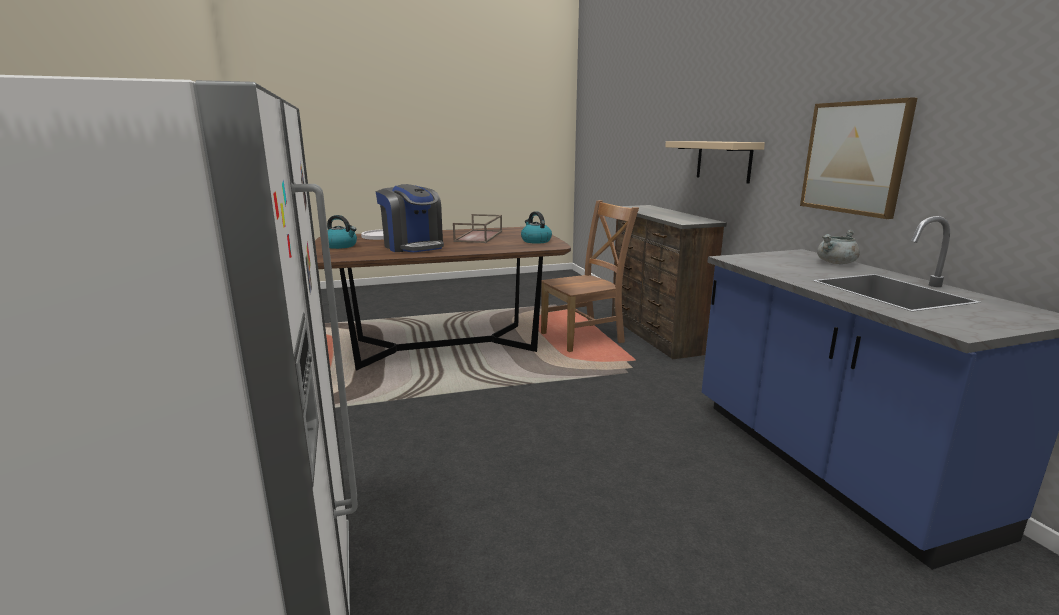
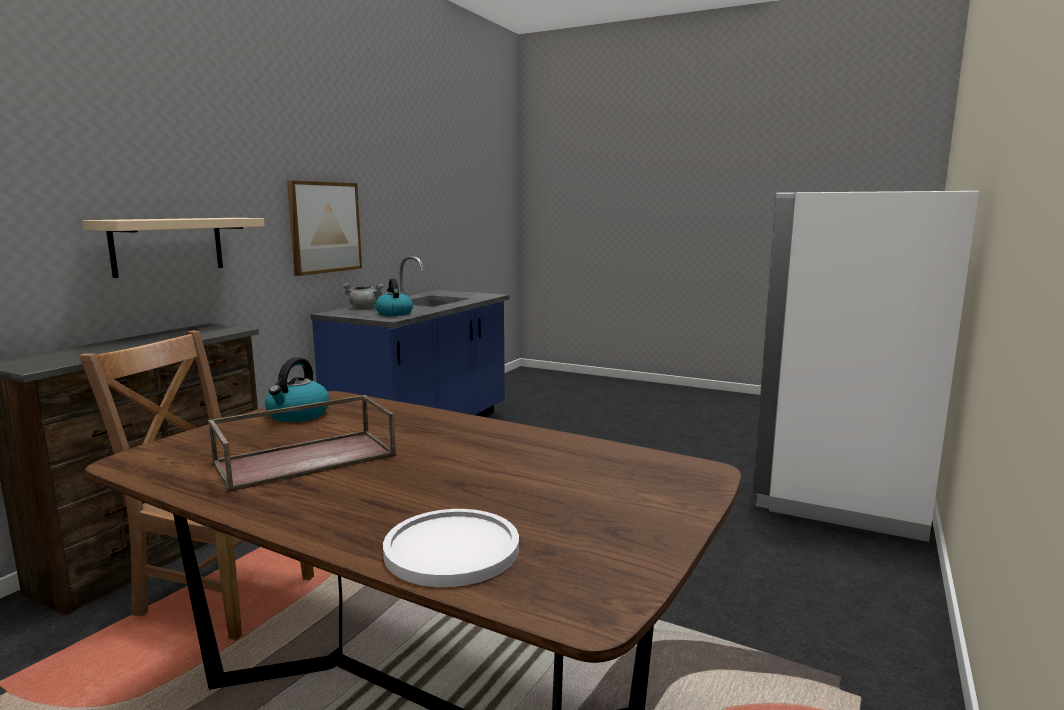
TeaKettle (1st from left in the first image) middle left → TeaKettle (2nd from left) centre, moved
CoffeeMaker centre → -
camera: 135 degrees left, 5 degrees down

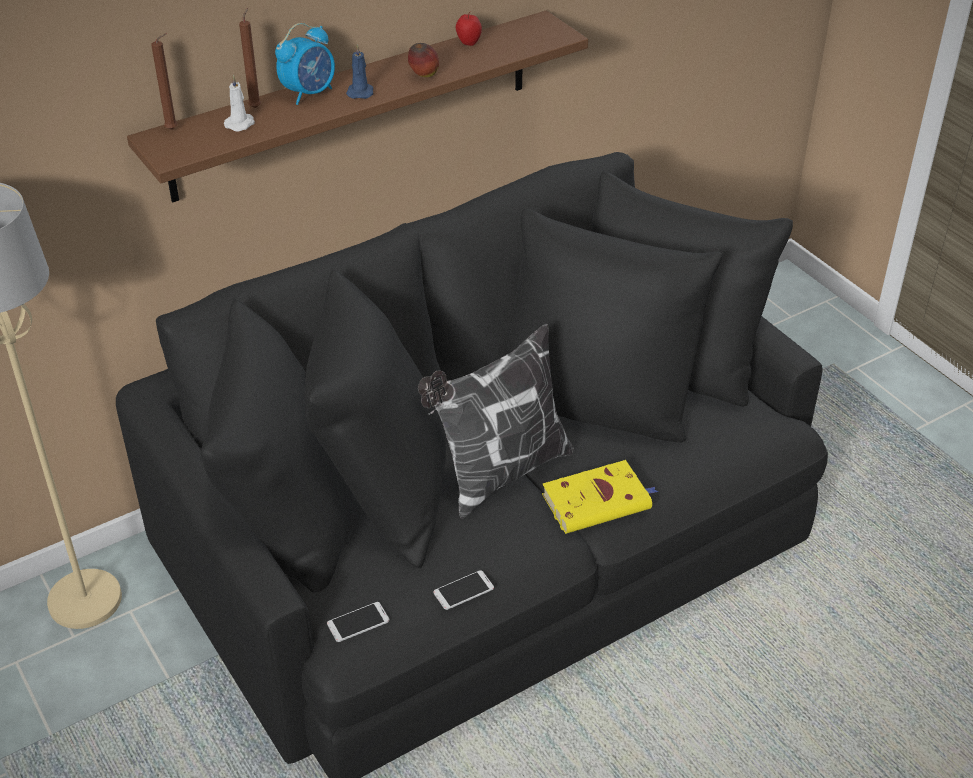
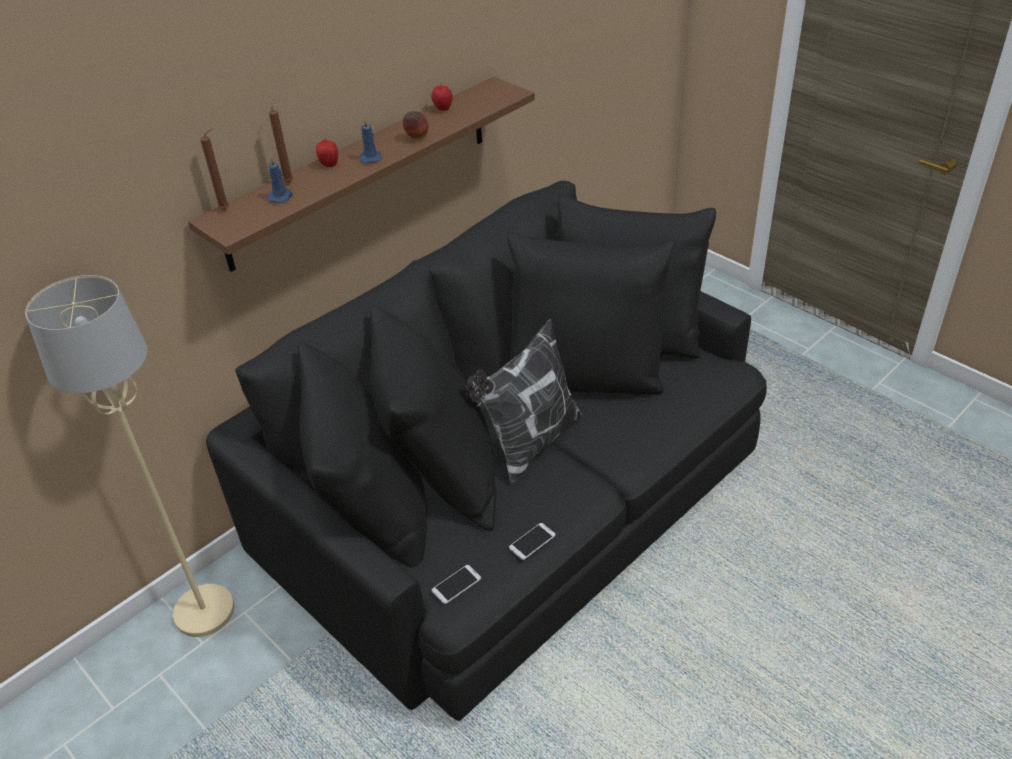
WhiteColouredCandle top left → BluishCandle (1st from left) top left
TableClock top left → Apple (1st from left) top left
YellowBoundBook centre → -
camera: 10 degrees left, 0 degrees up

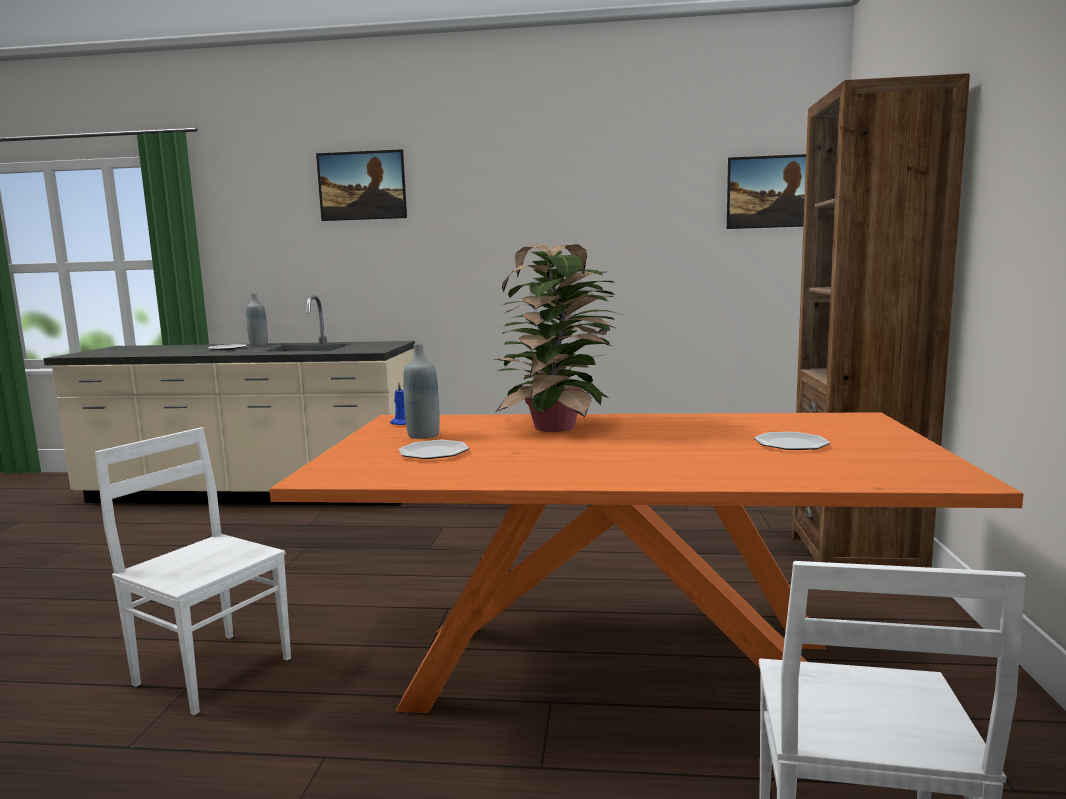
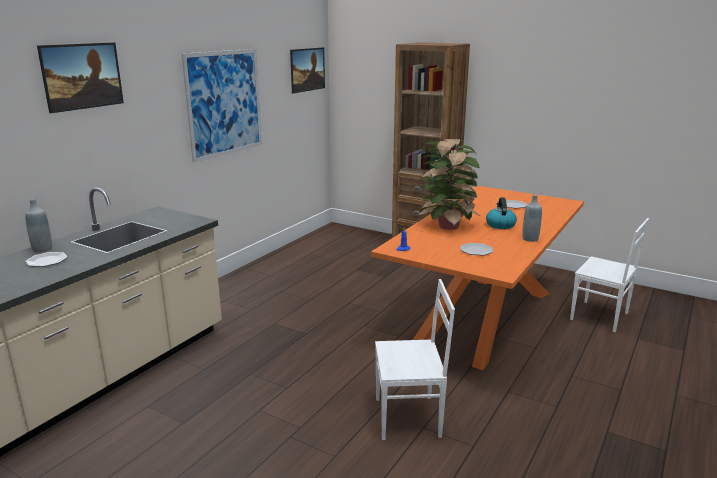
- → WallPicture (2nd from left) top left
WhiteColouredUprightChair (1st from left) bottom left → WhiteColouredUprightChair (1st from left) bottom centre, 150 degrees counterclockwise
- → TeaKettle middle right
GreyDrinkBottle (2nd from left) centre → GreyDrinkBottle (2nd from left) middle right, moved
camera: 65 degrees left, 10 degrees up

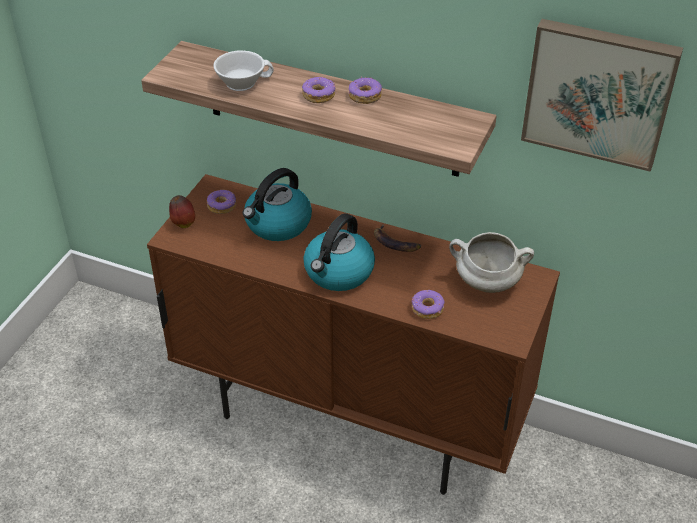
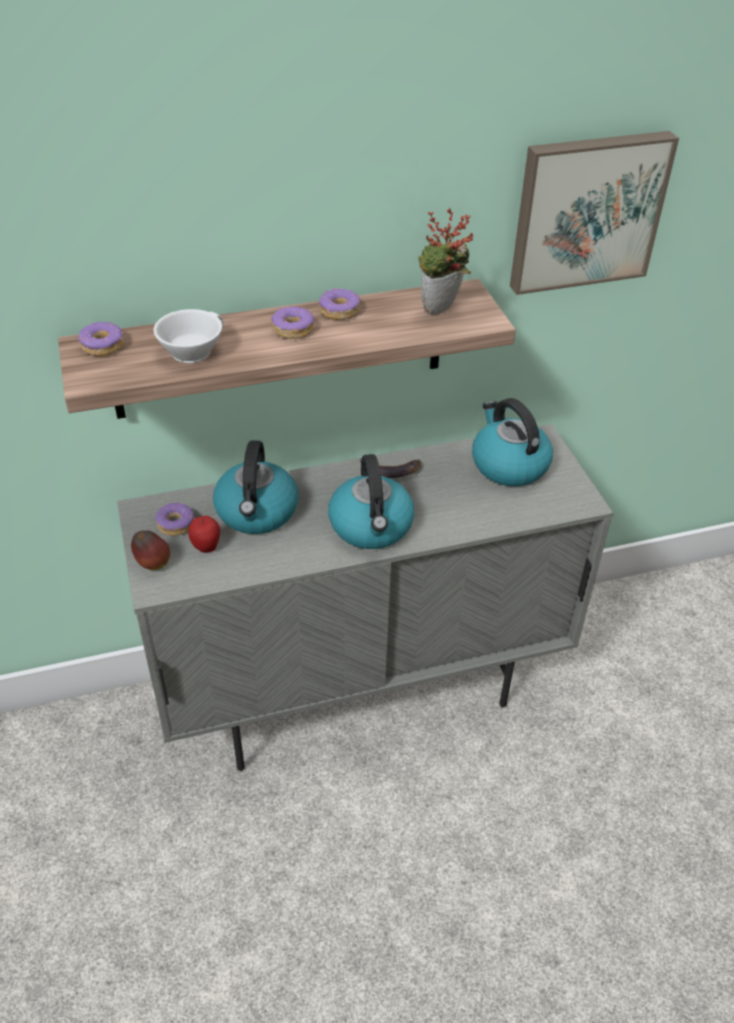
RingDoughnut (4th from left in the first image) centre → RingDoughnut (1st from left) top left, moved
BrownColouredStorageCabinet centre → GreyStorageCabinet centre
- → Apple (2nd from left) middle left
- → PlantInAPot top centre
WhiteColouredCookingPot middle right → TeaKettle (3rd from left) middle right
camera: 40 degrees left, 0 degrees up

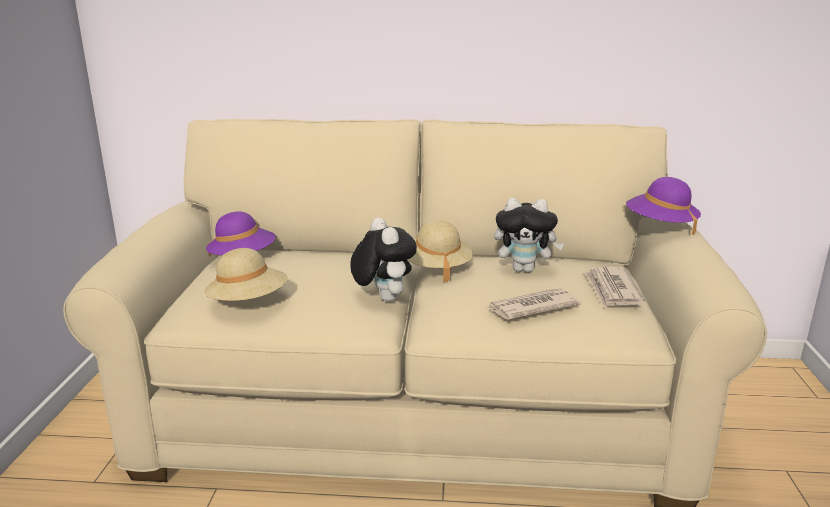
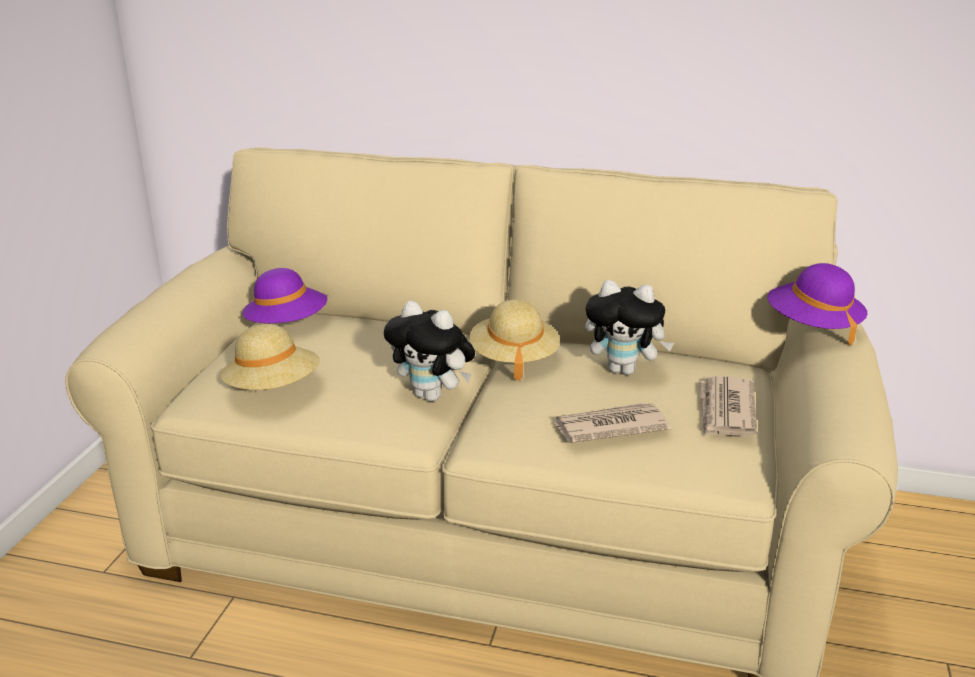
SoftToy (1st from left) centre, 135 degrees clockwise
camera: 10 degrees right, 5 degrees up

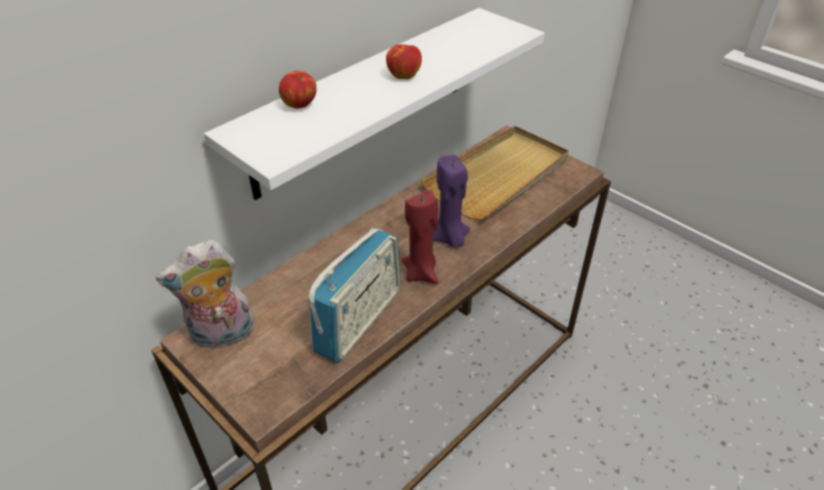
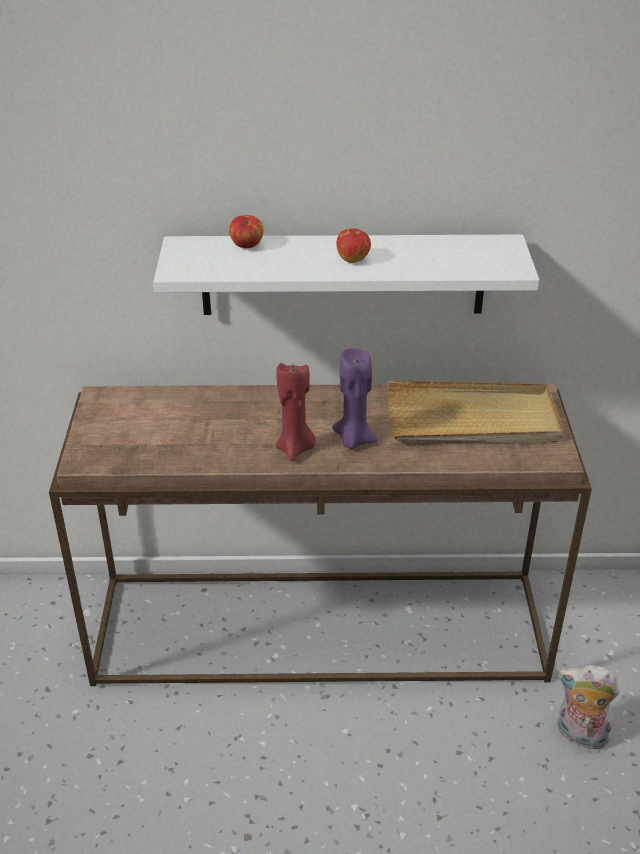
SoftToy middle left → SoftToy bottom right, moved
Radio centre → -
camera: 45 degrees right, 5 degrees down

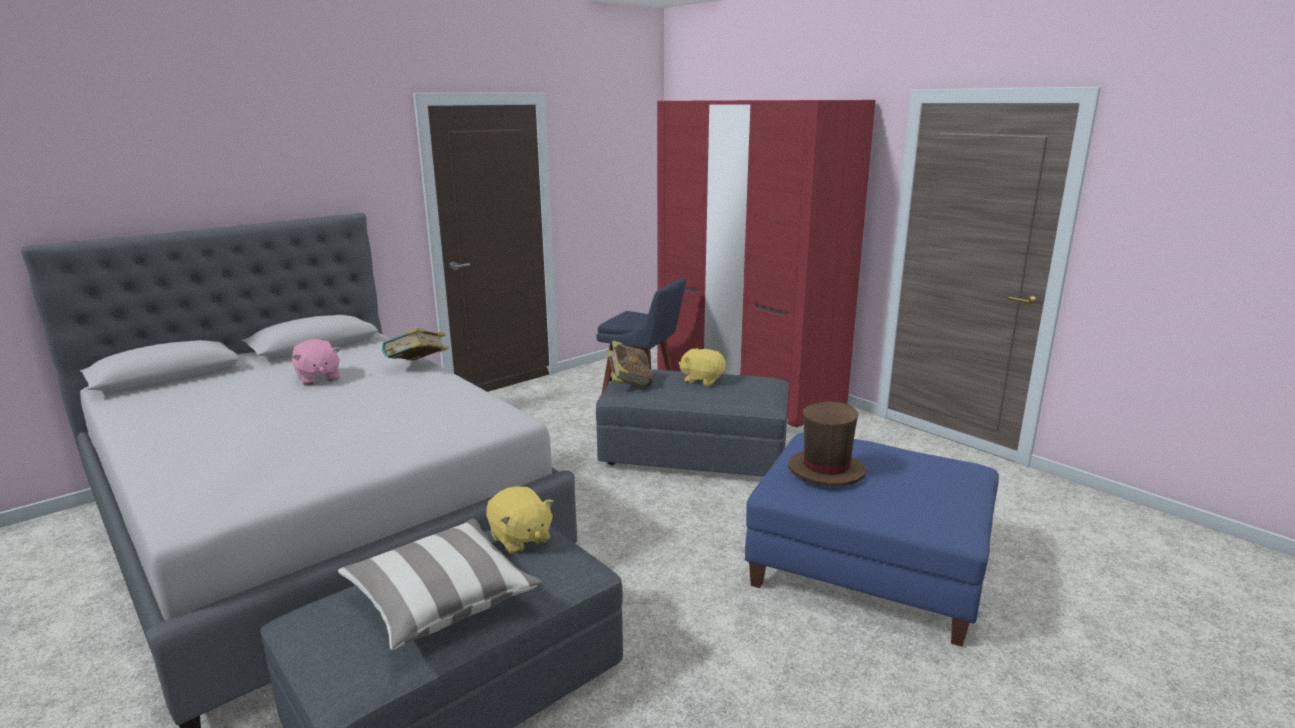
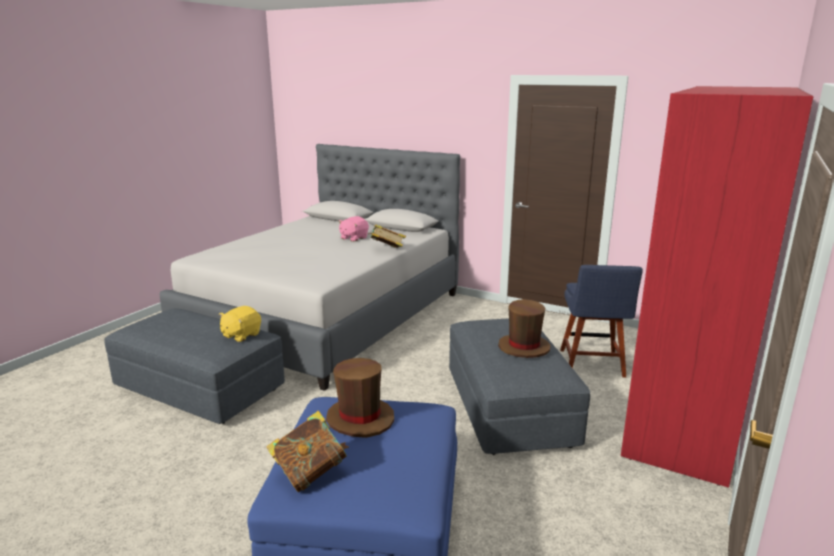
BoundBook (2nd from left in the first image) centre → BoundBook (1st from left) bottom centre, moved
YellowSoftToy (2nd from left) centre → BrownColouredClothingHat (2nd from left) centre
Cushion bottom centre → -
camera: 70 degrees right, 0 degrees up

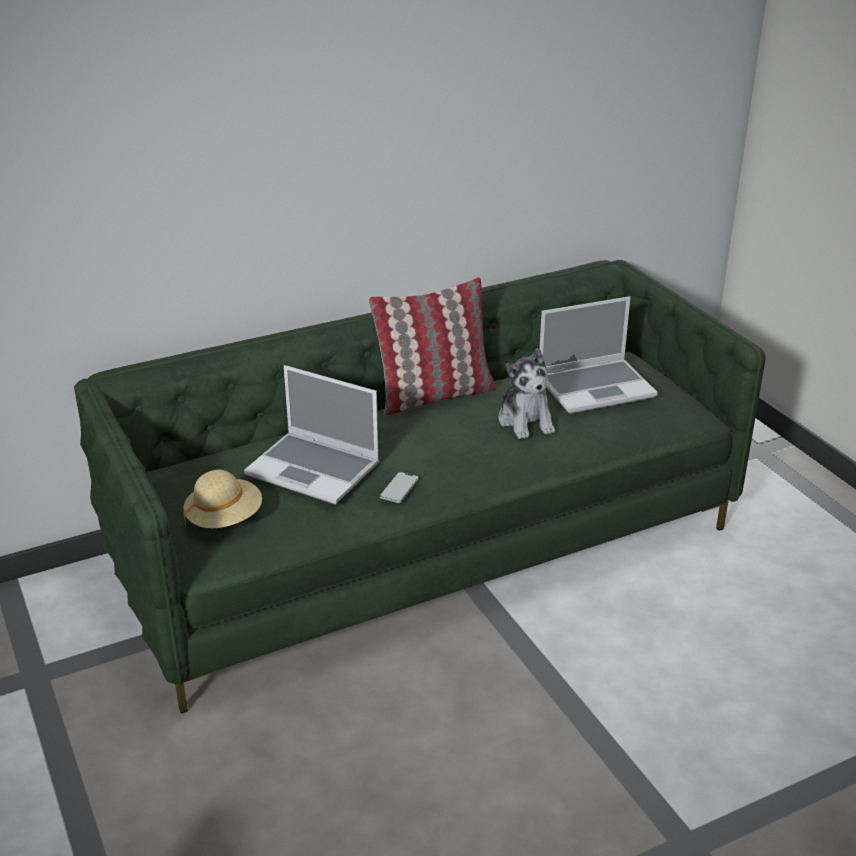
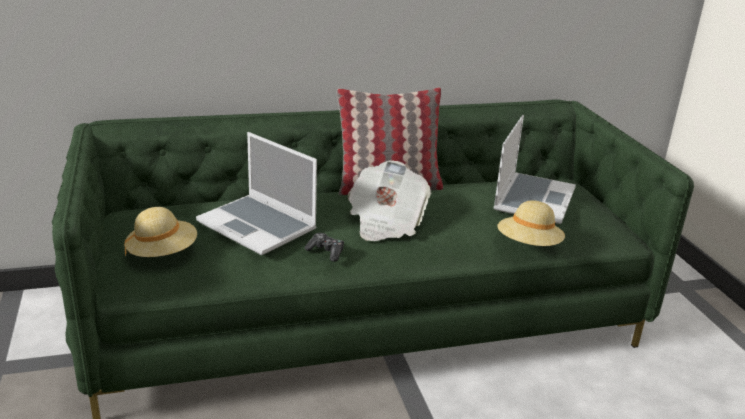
Phone centre → Gamepad centre
- → Newspaper centre
PortableComputer (2nd from left) middle right, 60 degrees counterclockwise
- → SandColouredClothingHat (2nd from left) middle right
SoftToy centre → -
camera: 10 degrees right, 5 degrees down

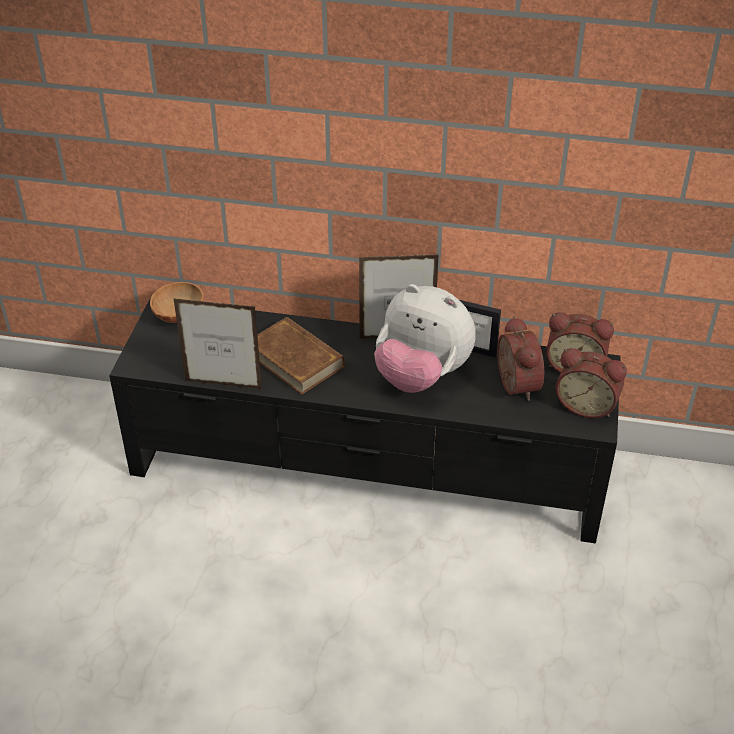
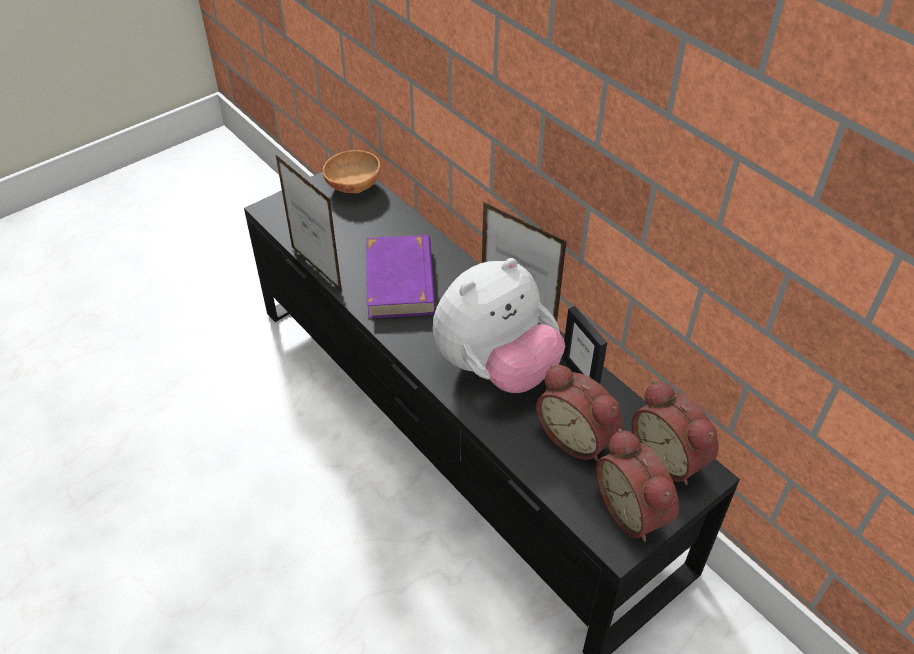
BrownColouredBoundBook centre → PurplishBoundBook centre
SoftToy centre, 105 degrees counterclockwise
TableClock (1st from left) middle right → TableClock (1st from left) centre, 105 degrees clockwise
camera: 40 degrees right, 5 degrees up

